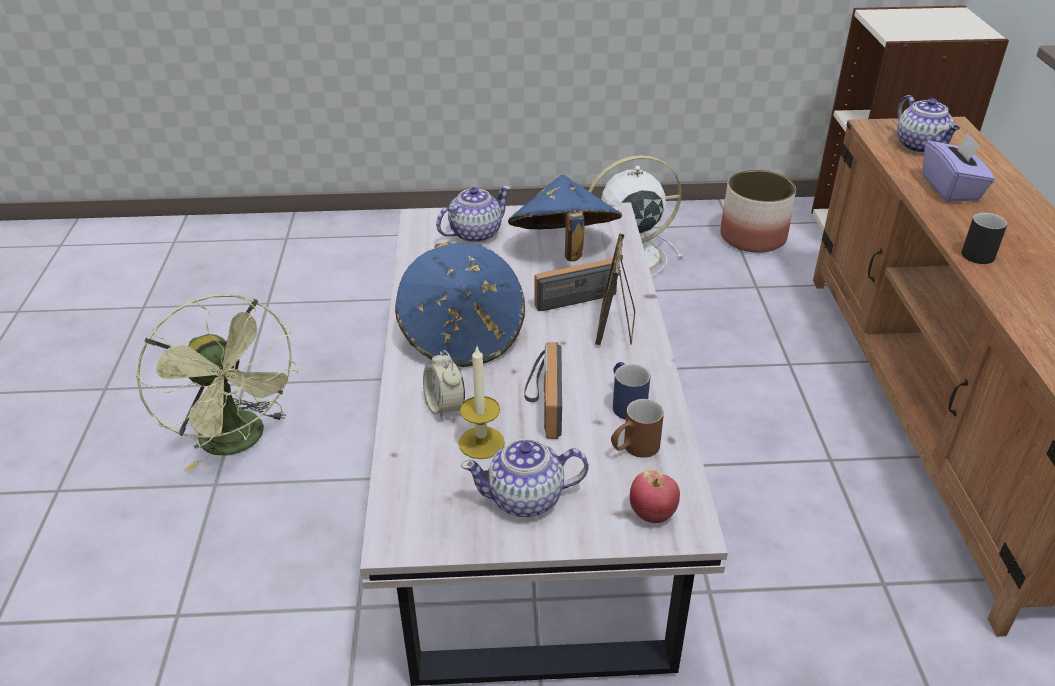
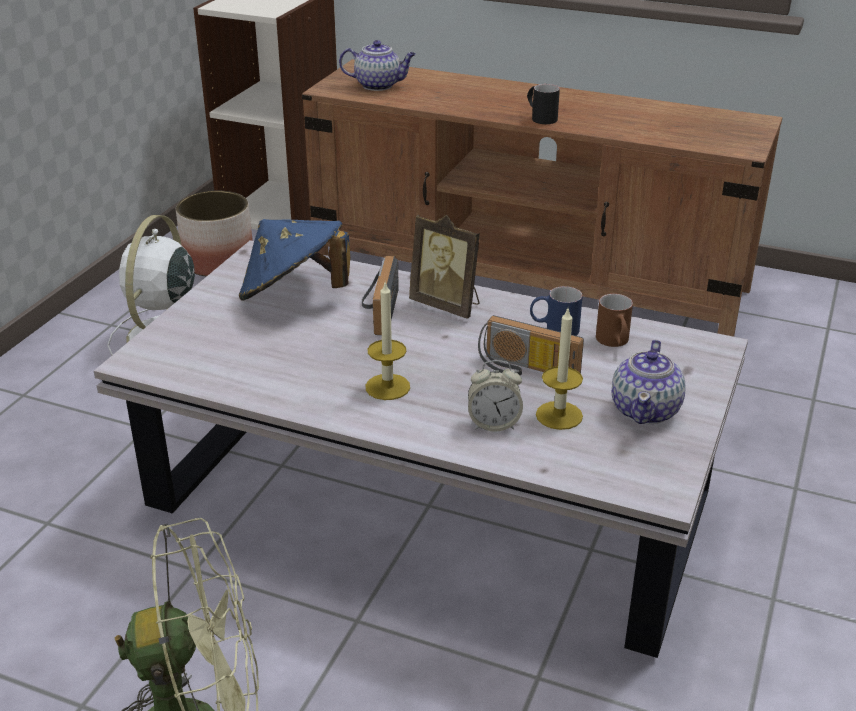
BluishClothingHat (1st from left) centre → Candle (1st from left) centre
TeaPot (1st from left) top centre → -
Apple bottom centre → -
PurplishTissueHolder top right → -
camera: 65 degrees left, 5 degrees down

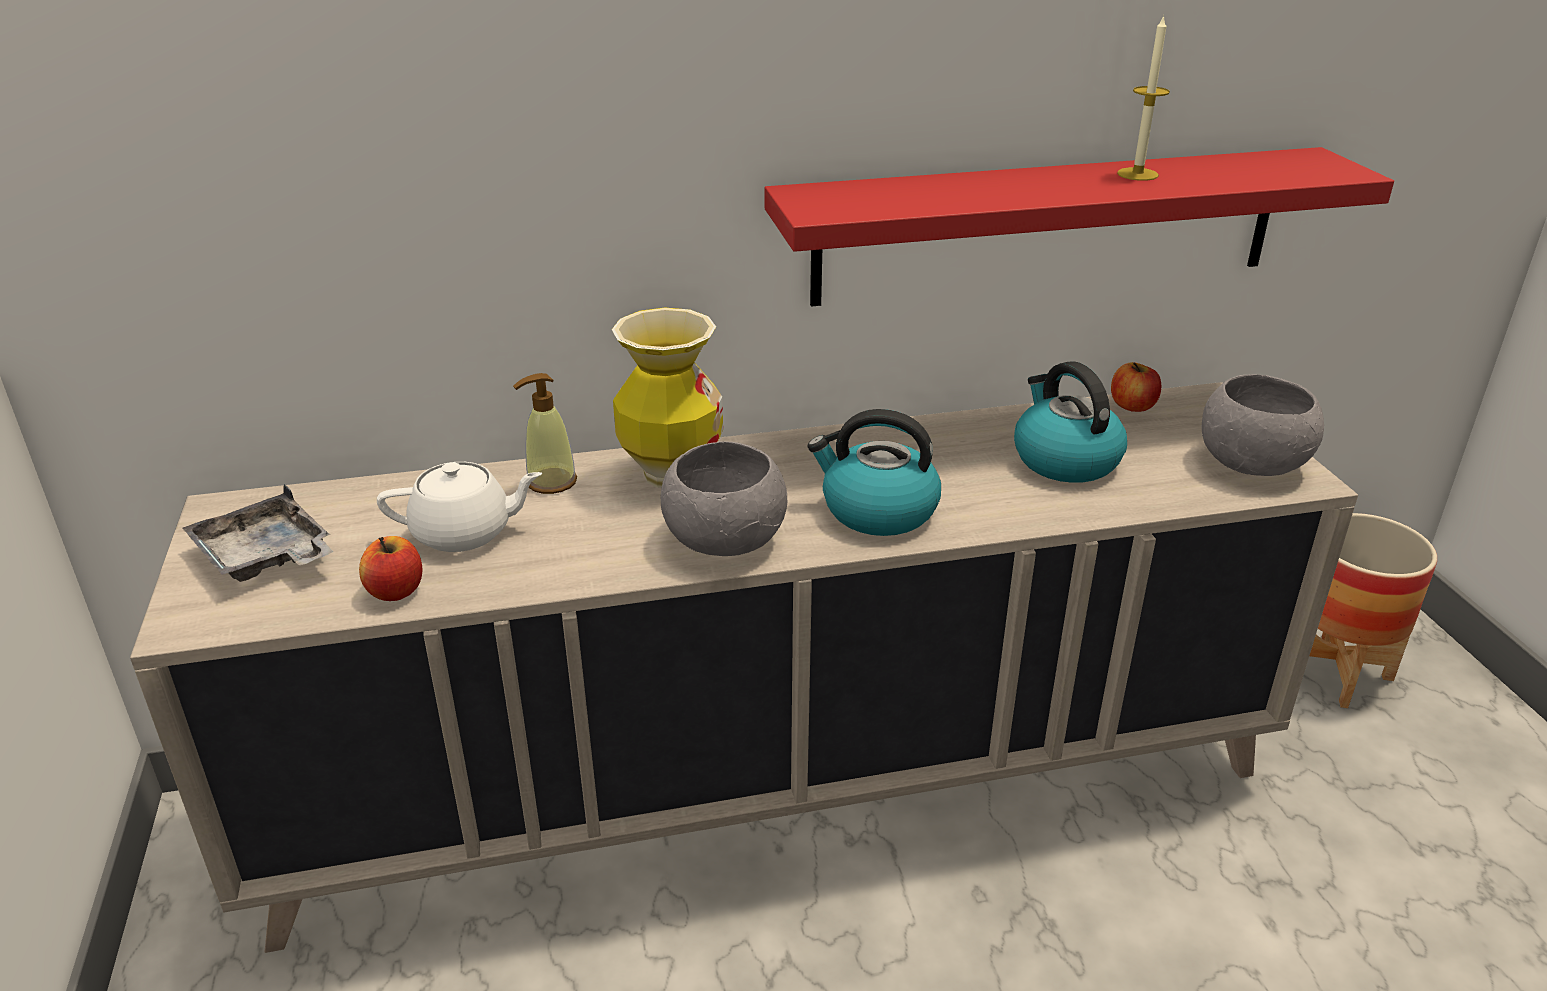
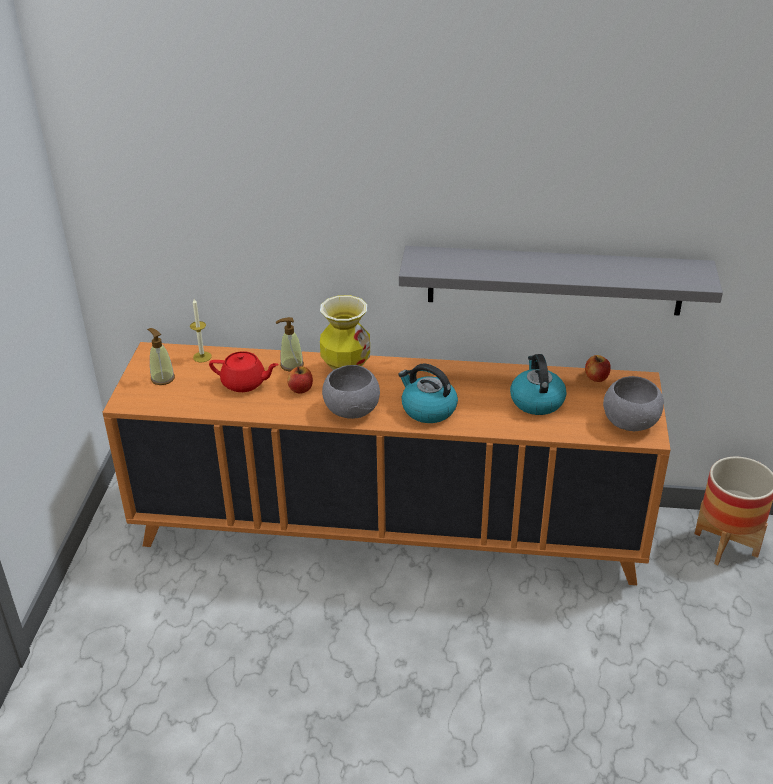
SandColouredStorageCabinet bottom centre → OrangeColouredStorageCabinet centre
GreyTray middle left → SoapBottle (1st from left) middle left
Candle top right → Candle middle left, moved
WhiteColouredTeaPot middle left → RedTeaPot middle left
Apple (1st from left) middle left → Apple (1st from left) centre, moved
RedWallShelf top right → GreyWallShelf middle right
camera: 20 degrees right, 5 degrees up

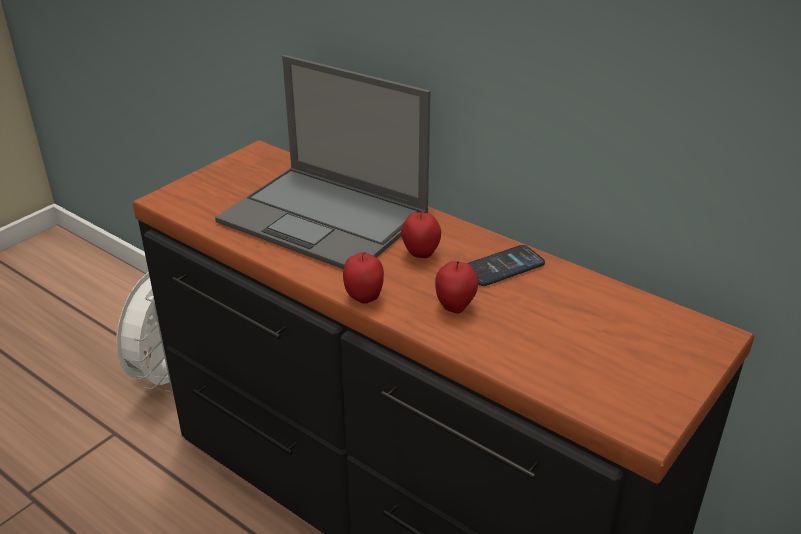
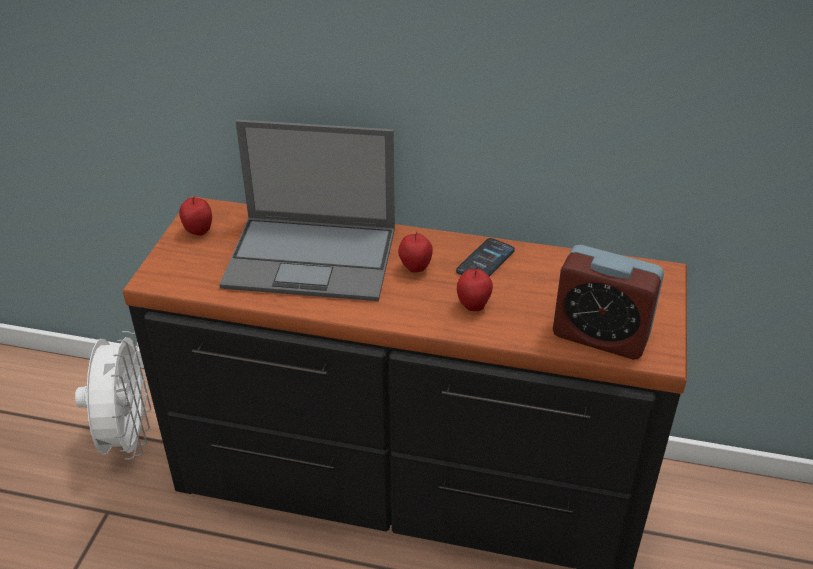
Apple (1st from left) centre → Apple (1st from left) middle left, moved
- → TableClock middle right
camera: 25 degrees left, 5 degrees up

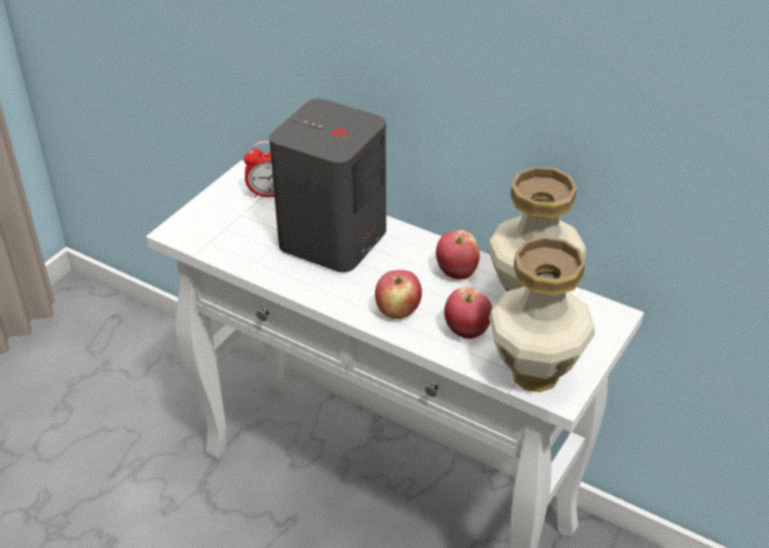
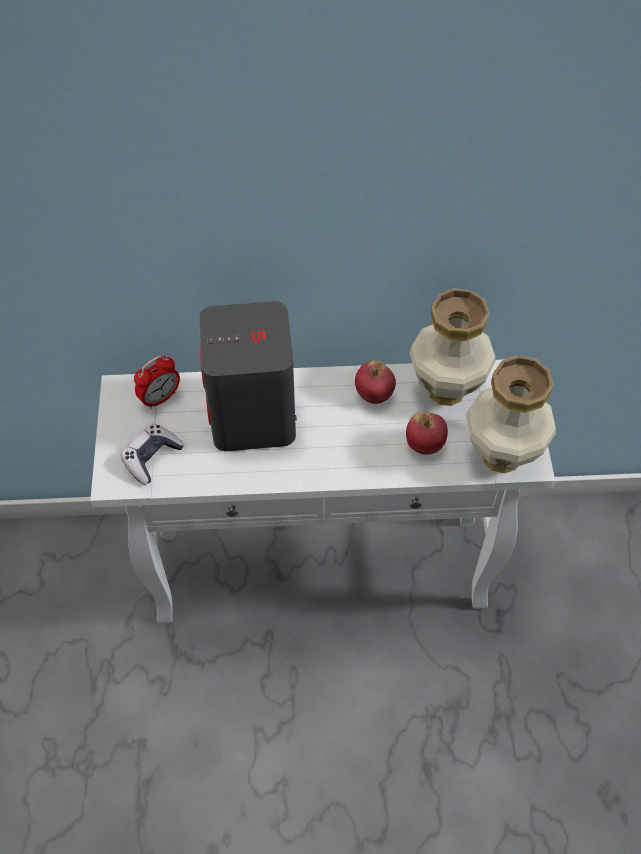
- → Gamepad middle left
Apple (1st from left) centre → -
camera: 35 degrees left, 15 degrees up

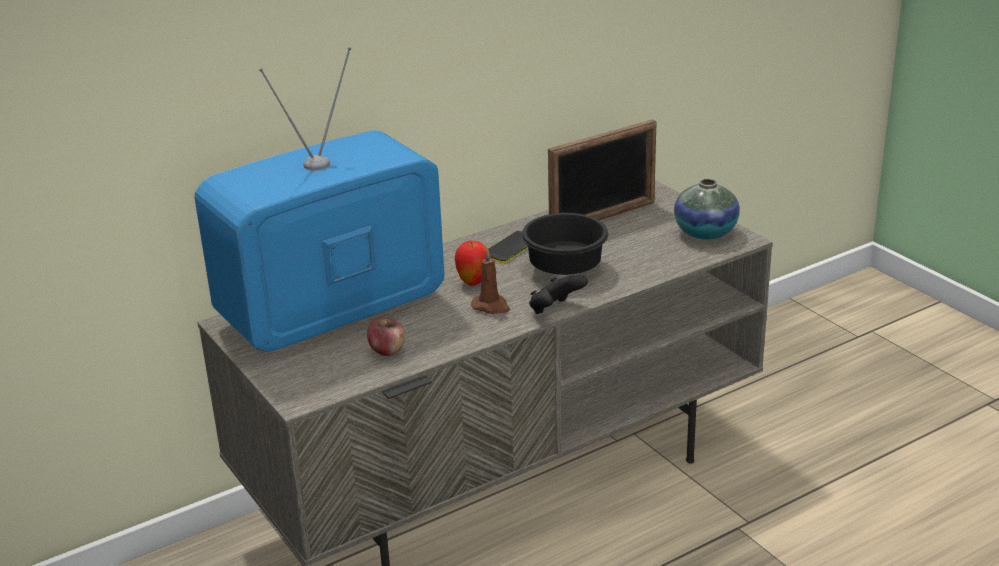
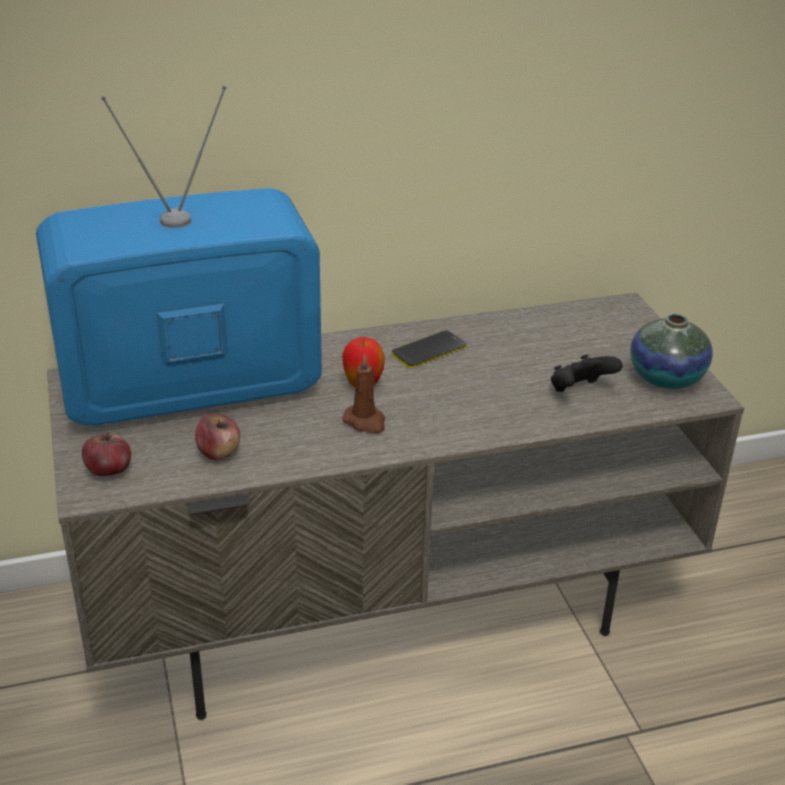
- → Apple (1st from left) middle left
BlackColouredGamepad centre → BlackColouredGamepad middle right, moved
BlackColouredDeepDish centre → -
PhotoFrame top centre → -
camera: 15 degrees right, 5 degrees up

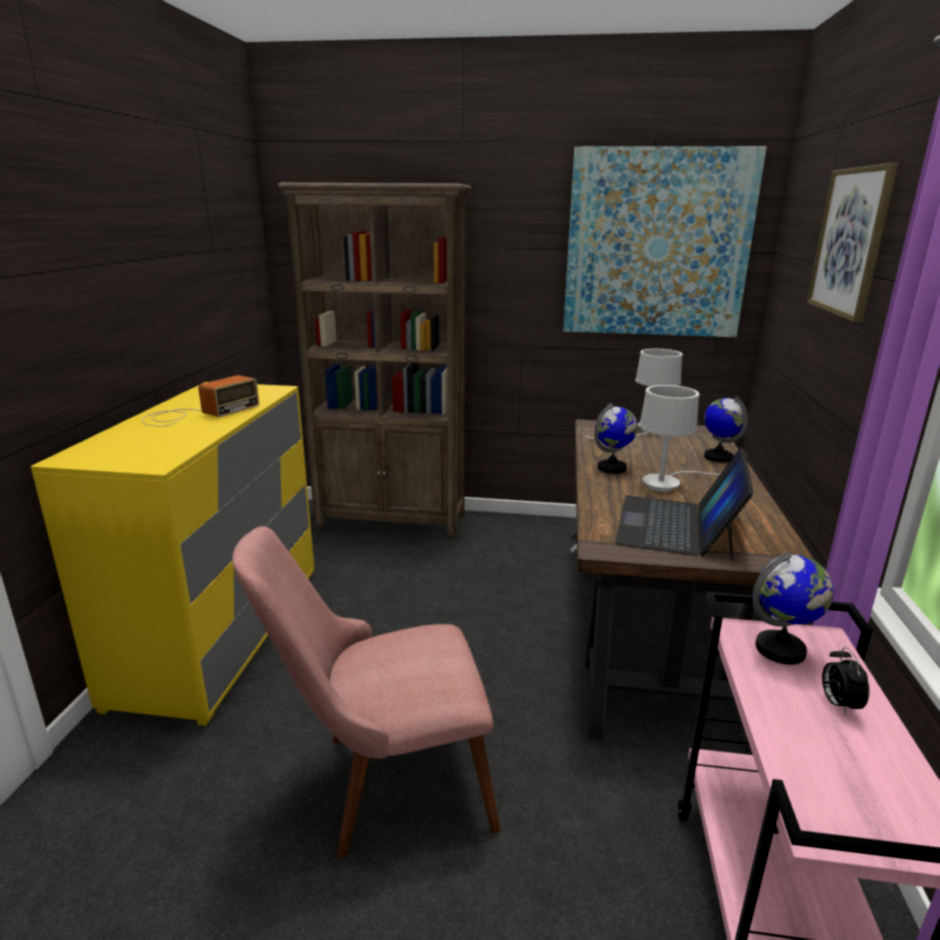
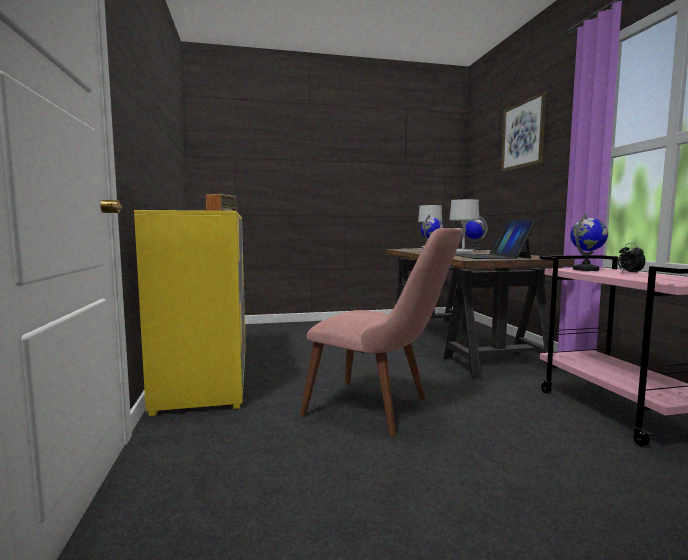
PinkishUprightChair bottom centre → PinkishUprightChair centre, 120 degrees counterclockwise
BrownColouredBookcase centre → -
WallPicture (1st from left) top right → -
camera: 20 degrees left, 15 degrees down

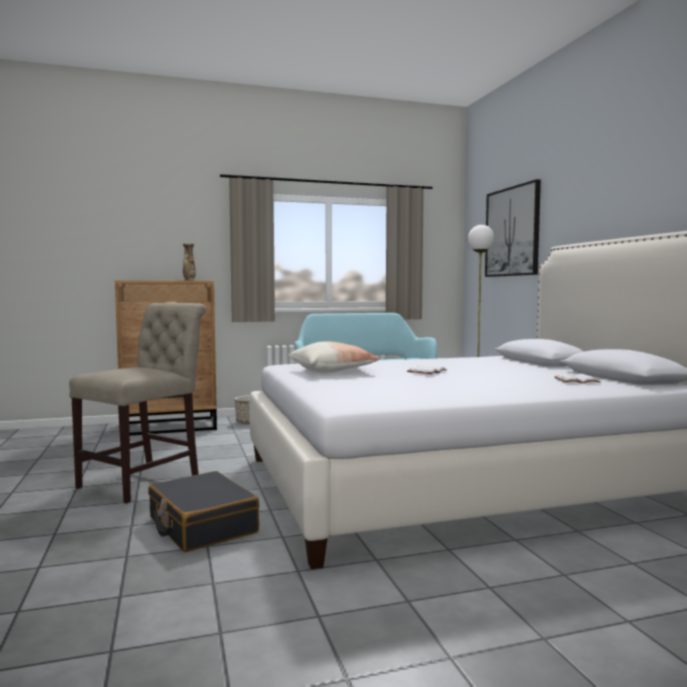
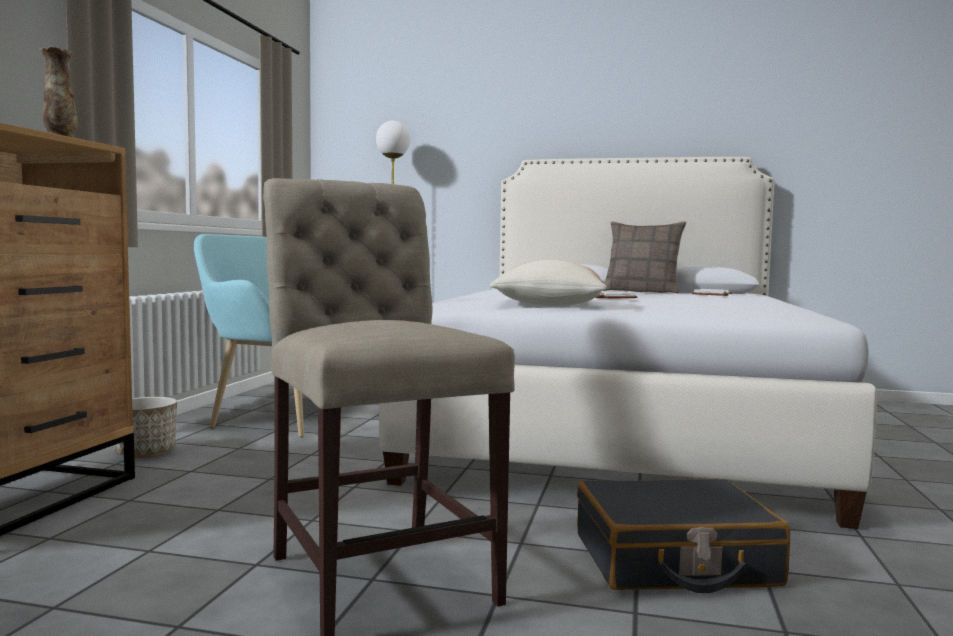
- → Cushion (2nd from left) middle right
WallPicture top right → -
camera: 60 degrees left, 0 degrees up

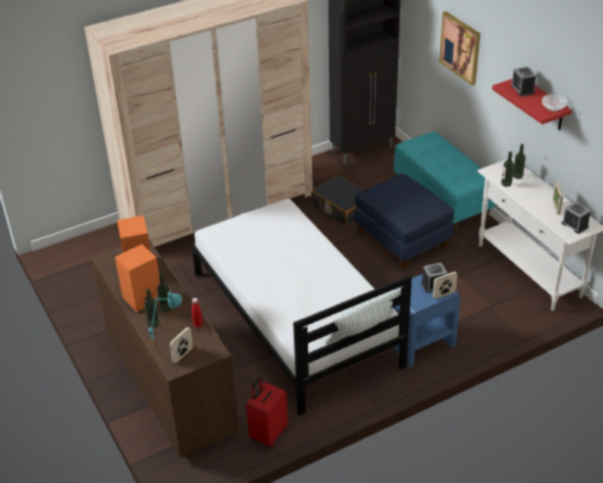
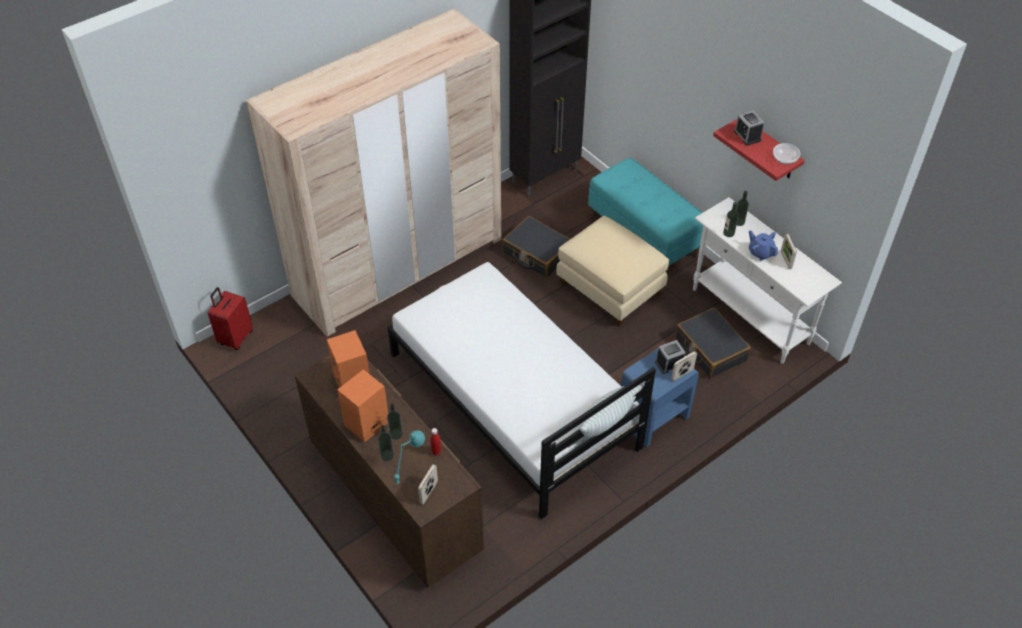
RedTravelCase bottom centre → RedTravelCase middle left, moved
BluishFootrest middle right → SandColouredFootrest centre
- → BlackColouredTravelCase (2nd from left) middle right
- → BluishTeaPot middle right
WallPicture top right → -
TableClock (3rd from left) middle right → -
camera: 10 degrees left, 10 degrees up

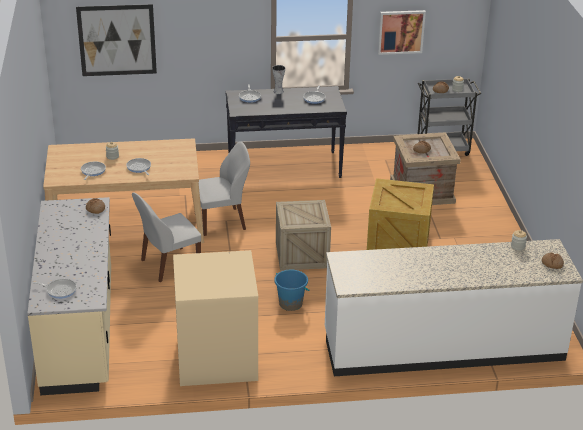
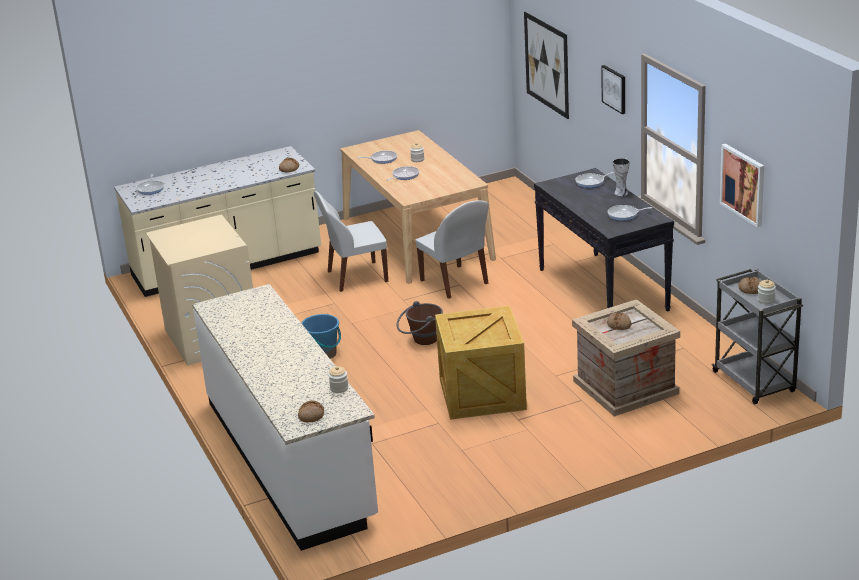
WhiteColouredUprightChair (1st from left) middle left → WhiteColouredUprightChair (1st from left) centre, 60 degrees counterclockwise
Crate (1st from left) centre → BrownColouredWaterBucket centre
- → WallPicture (2nd from left) top right
camera: 75 degrees right, 5 degrees down

